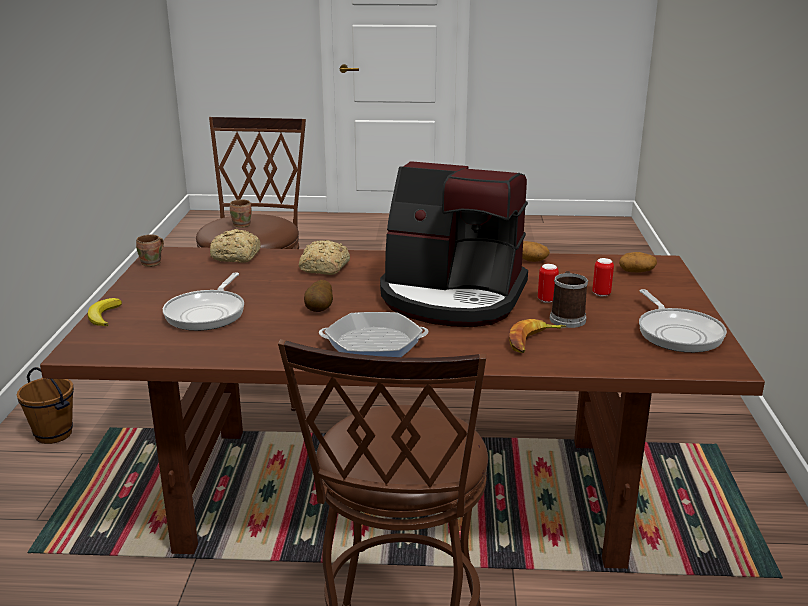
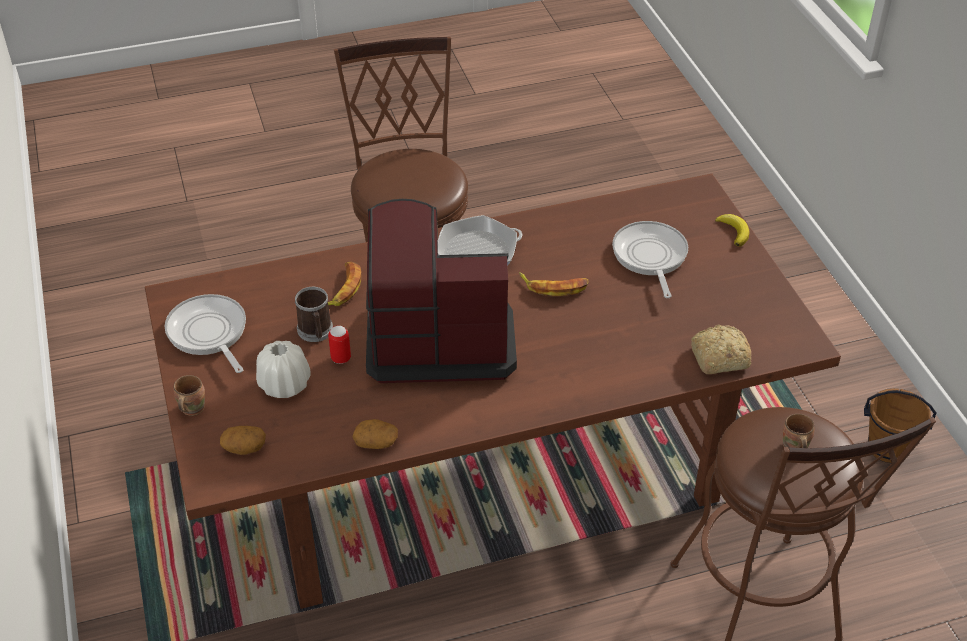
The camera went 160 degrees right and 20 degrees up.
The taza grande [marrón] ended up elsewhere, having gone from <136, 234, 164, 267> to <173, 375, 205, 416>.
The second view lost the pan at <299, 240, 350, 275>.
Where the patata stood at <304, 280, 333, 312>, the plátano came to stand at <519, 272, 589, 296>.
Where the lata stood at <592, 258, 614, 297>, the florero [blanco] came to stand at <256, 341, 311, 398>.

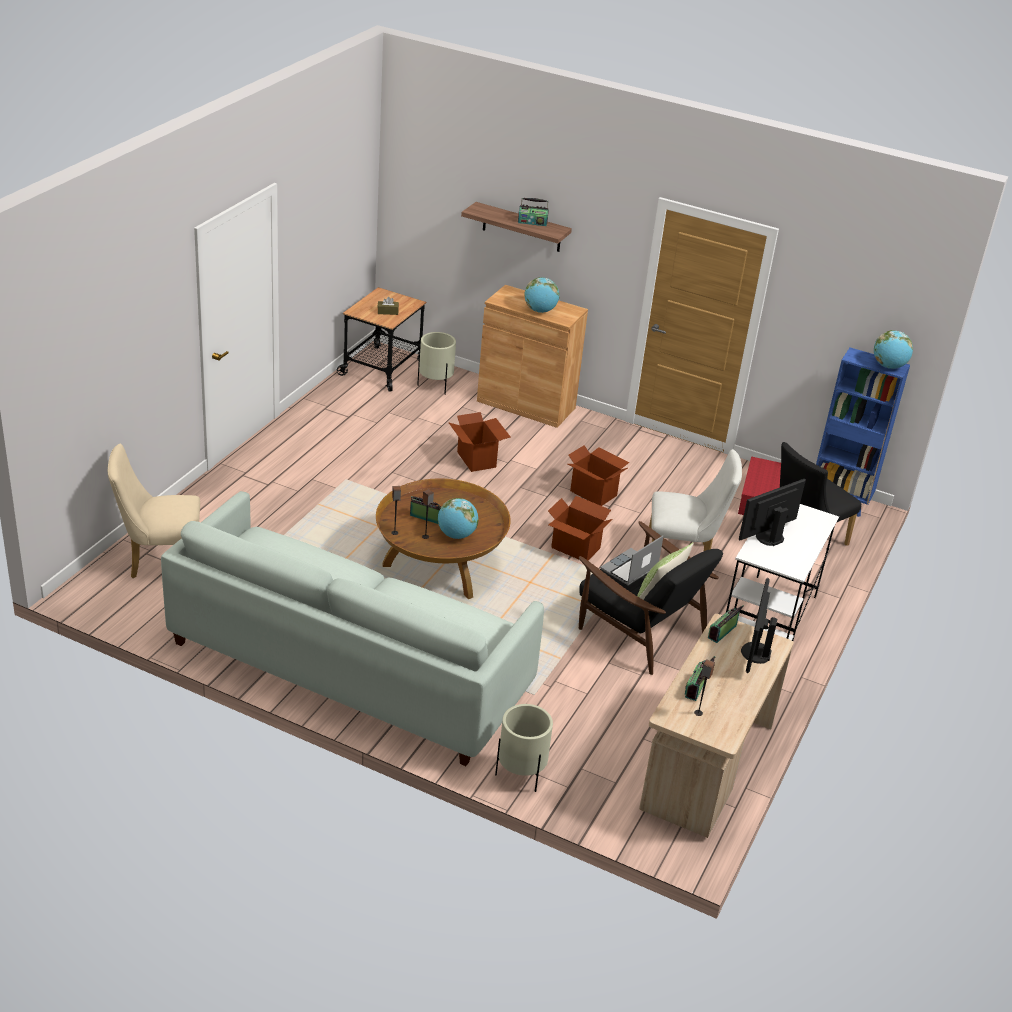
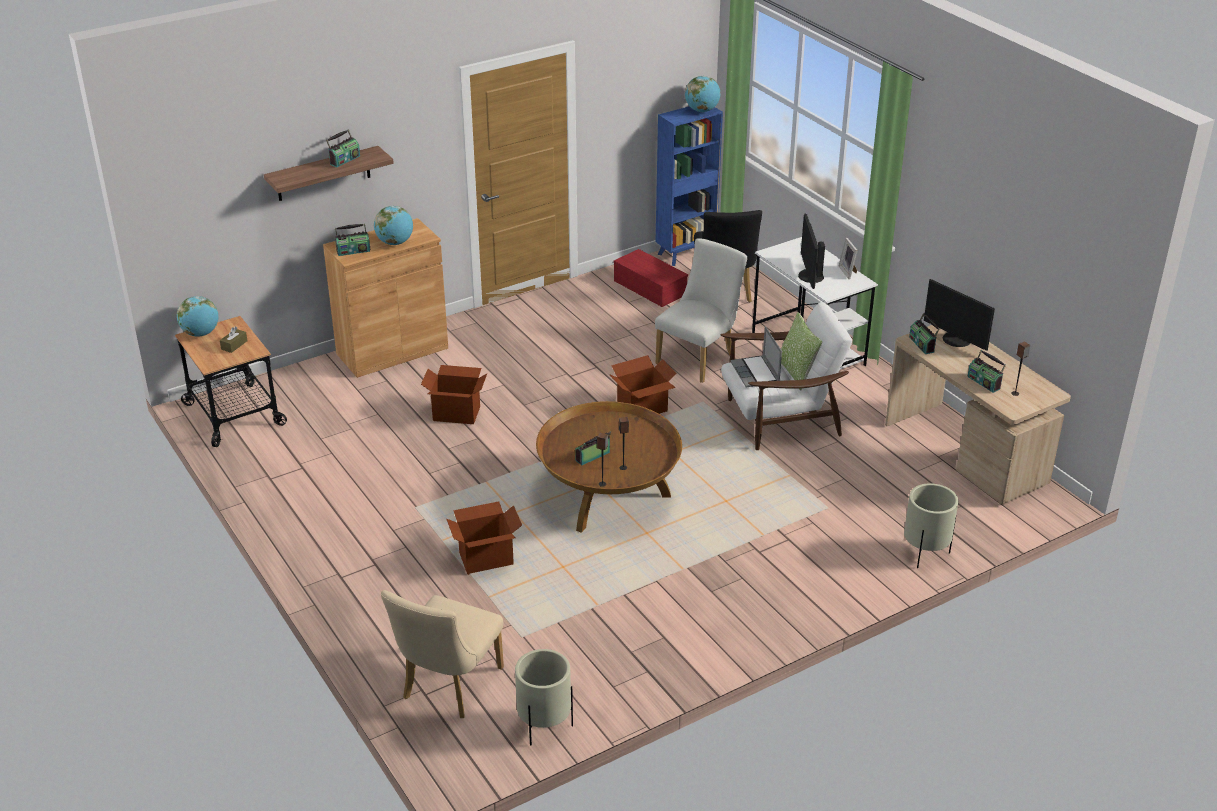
The camera went 55 degrees left and 0 degrees up.
The second view lost the sofá [blanco] at <161, 491, 544, 766>.
The maceta [beis] ended up elsewhere, having gone from <417, 332, 456, 395> to <515, 649, 573, 745>.
The globo terráqueo ended up elsewhere, having gone from <438, 498, 479, 539> to <177, 296, 218, 337>.
The caja de cartón ended up elsewhere, having gone from <568, 445, 629, 506> to <447, 501, 522, 575>.
What was the sillón [negro] at <579, 521, 723, 675> turned into the sillón [blanco] at <721, 302, 852, 450>.
The second view gained the radio at <335, 224, 370, 256>.
The second view gained the portarretratos at <838, 238, 858, 279>.

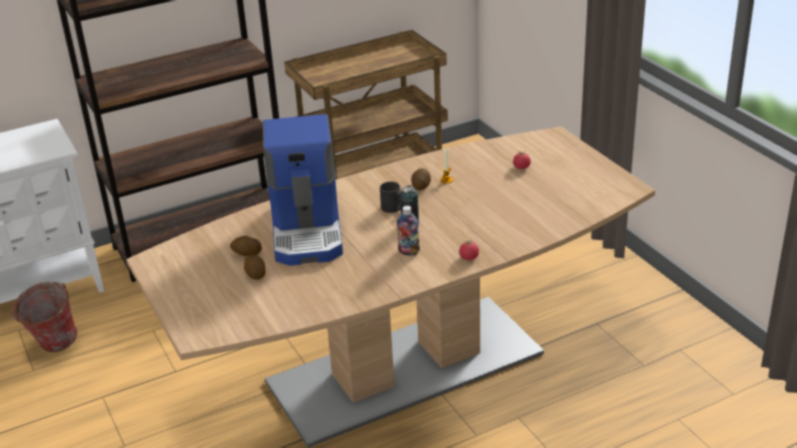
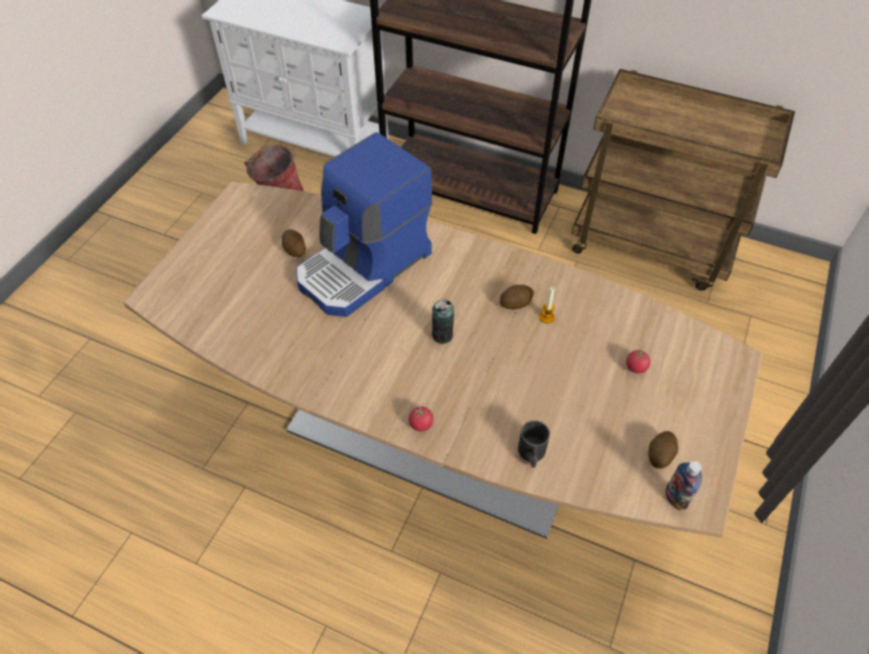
The camera went 50 degrees right and 20 degrees up.
The patata ended up elsewhere, having gone from <244, 255, 266, 280> to <648, 431, 678, 469>.
The taza grande [negro] ended up elsewhere, having gone from <380, 181, 401, 213> to <518, 420, 550, 468>.
The botella ended up elsewhere, having gone from <397, 206, 420, 256> to <666, 461, 702, 511>.

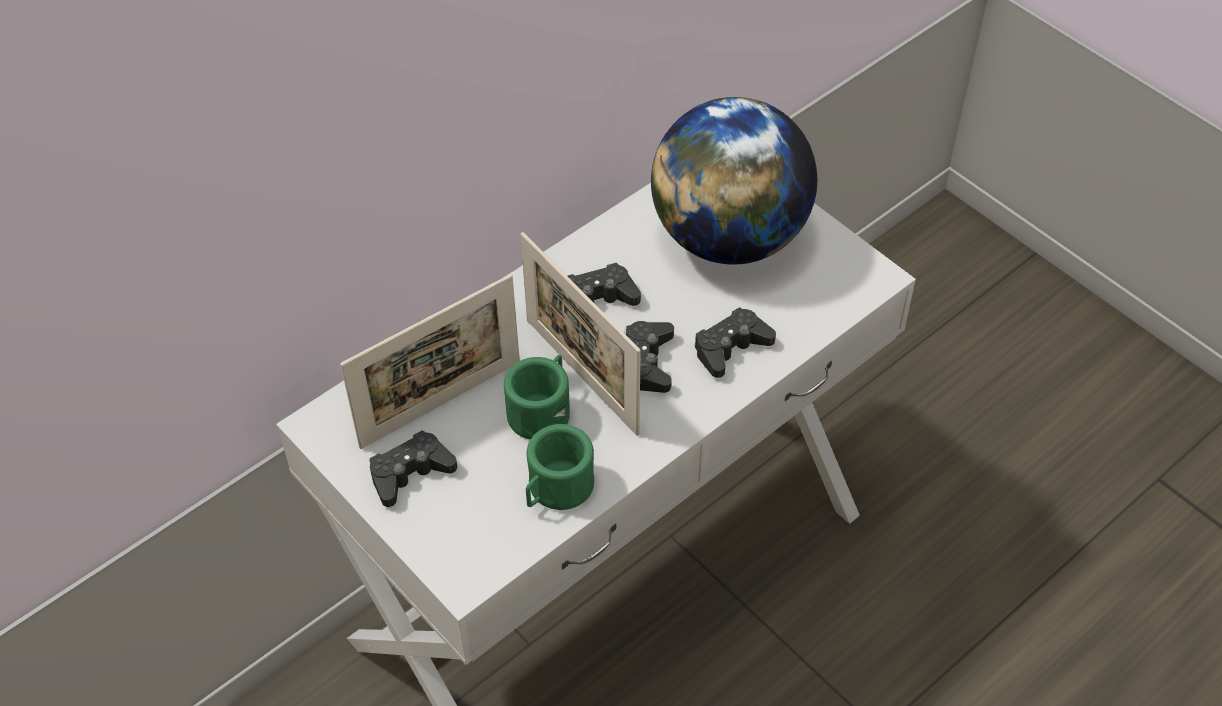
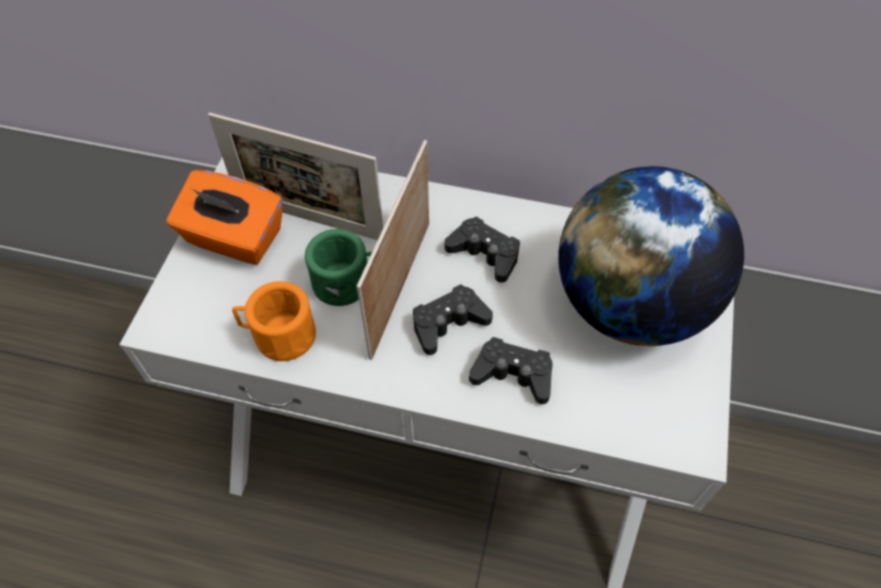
The camera went 55 degrees right and 5 degrees up.
Where the mando de consola [negro] stood at <370, 430, 457, 507>, the caja de pañuelos [naranja] came to stand at <166, 170, 283, 265>.
What was the taza grande [verde] at <526, 424, 594, 510> turned into the taza grande [naranja] at <232, 281, 316, 361>.

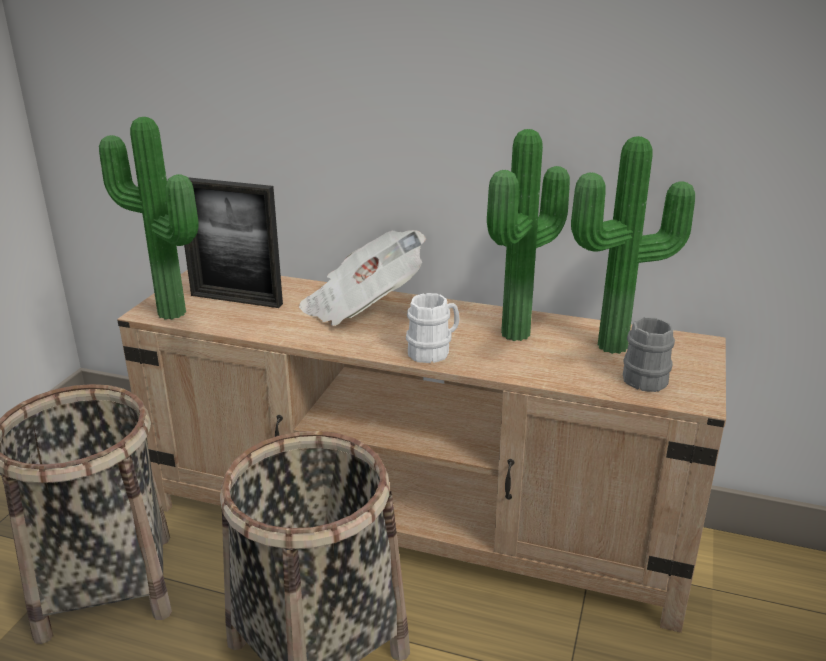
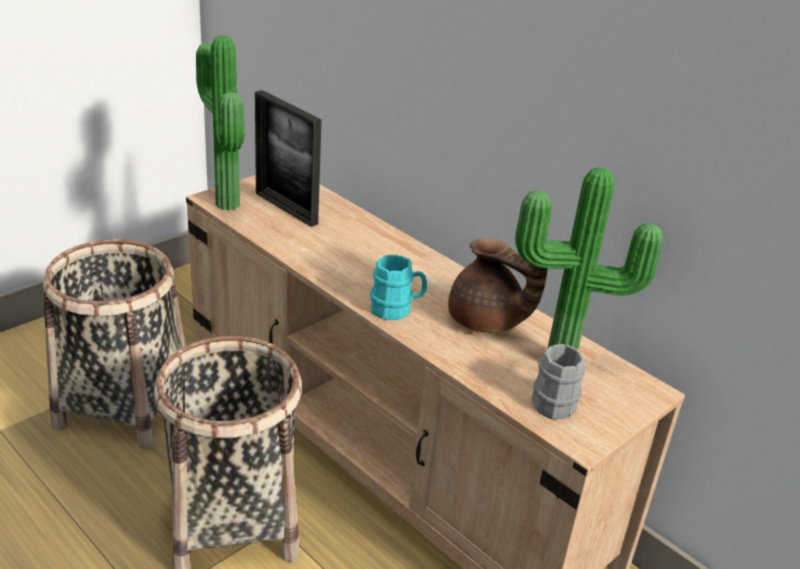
The camera went 25 degrees right and 5 degrees up.
The second view lost the periódico at <299, 230, 426, 326>.
What was the taza grande [blanco] at <406, 293, 459, 363> turned into the taza grande [turquesa] at <370, 255, 427, 320>.
Where the planta en maceta stood at <487, 129, 570, 341>, the tetera [marrón] came to stand at <448, 238, 548, 333>.

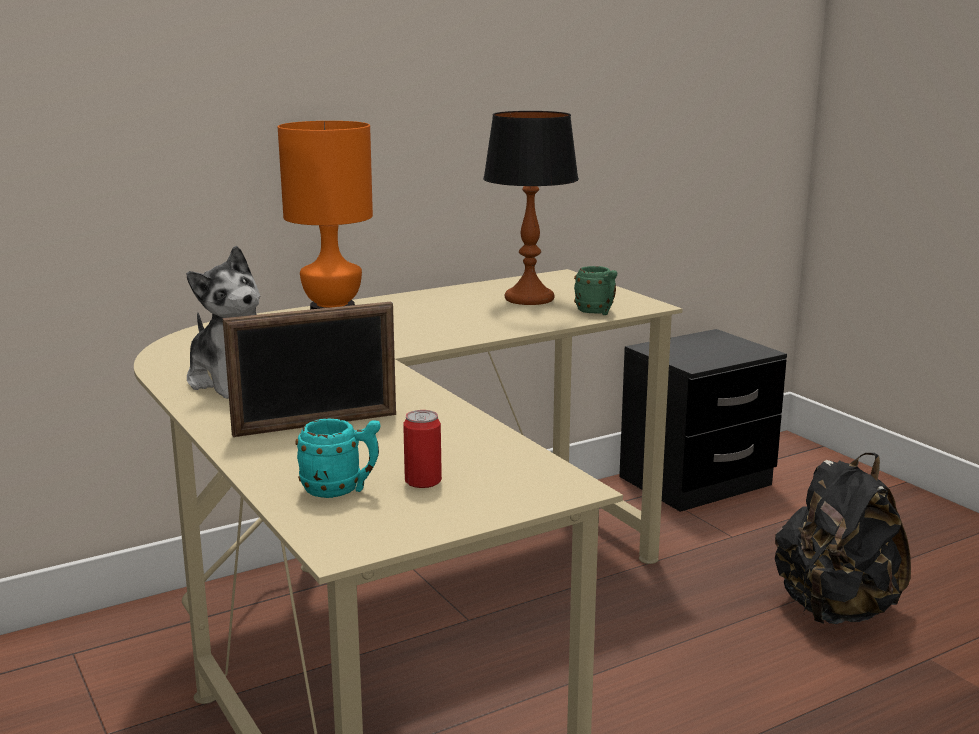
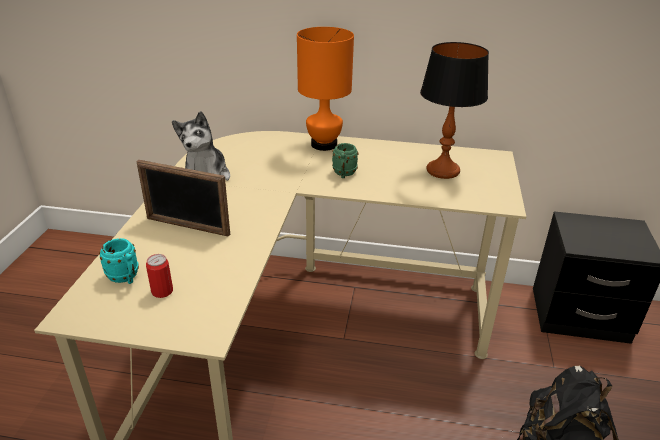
The camera went 40 degrees right and 15 degrees up.
The taza grande [verde] ended up elsewhere, having gone from <574, 266, 617, 315> to <332, 143, 359, 178>.

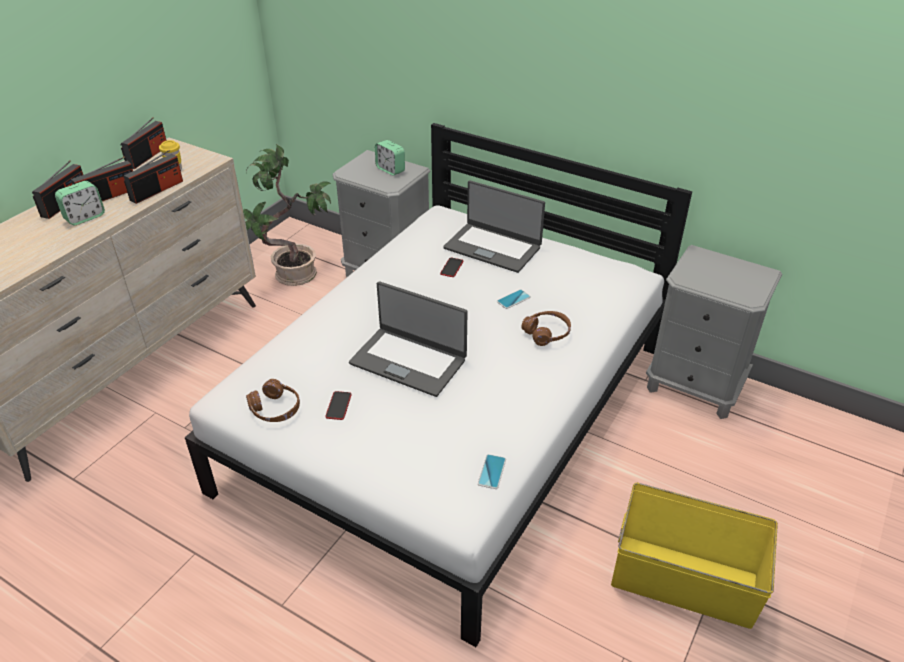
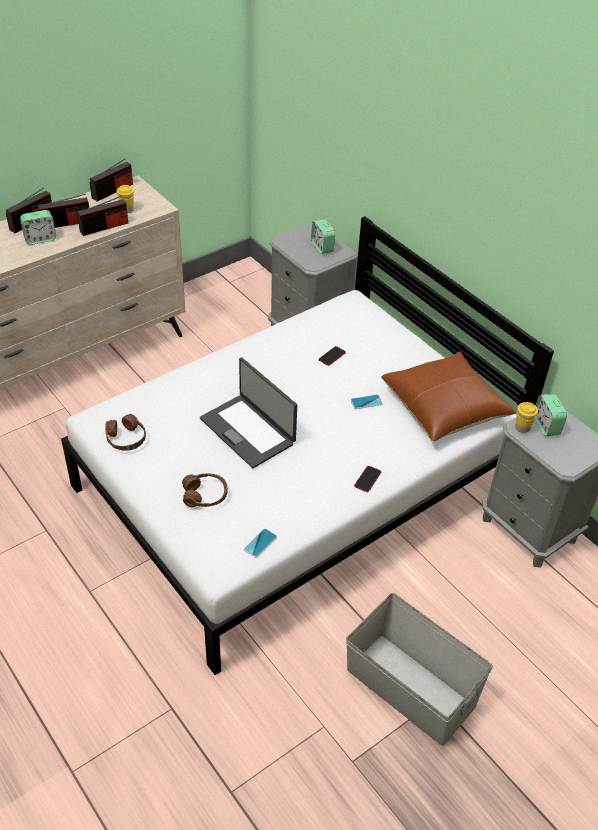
The camera went 20 degrees right and 5 degrees up.
The second view lost the planta en maceta at <243, 144, 331, 286>.
The móvil ended up elsewhere, having gone from <325, 391, 352, 420> to <354, 466, 381, 492>.
The second view lost the portátil at <443, 181, 545, 273>.
The auriculares [marrón] ended up elsewhere, having gone from <521, 311, 571, 346> to <182, 473, 227, 507>.
What was the caja de almacenaje [amarillo] at <611, 483, 778, 629> turned into the caja de almacenaje [gris] at <346, 593, 493, 746>.
The second view gained the cojín [marrón] at <381, 351, 516, 442>.
The second view gained the taza [amarillo] at <515, 402, 538, 433>.
The second view gained the despertador at <535, 394, 567, 436>.

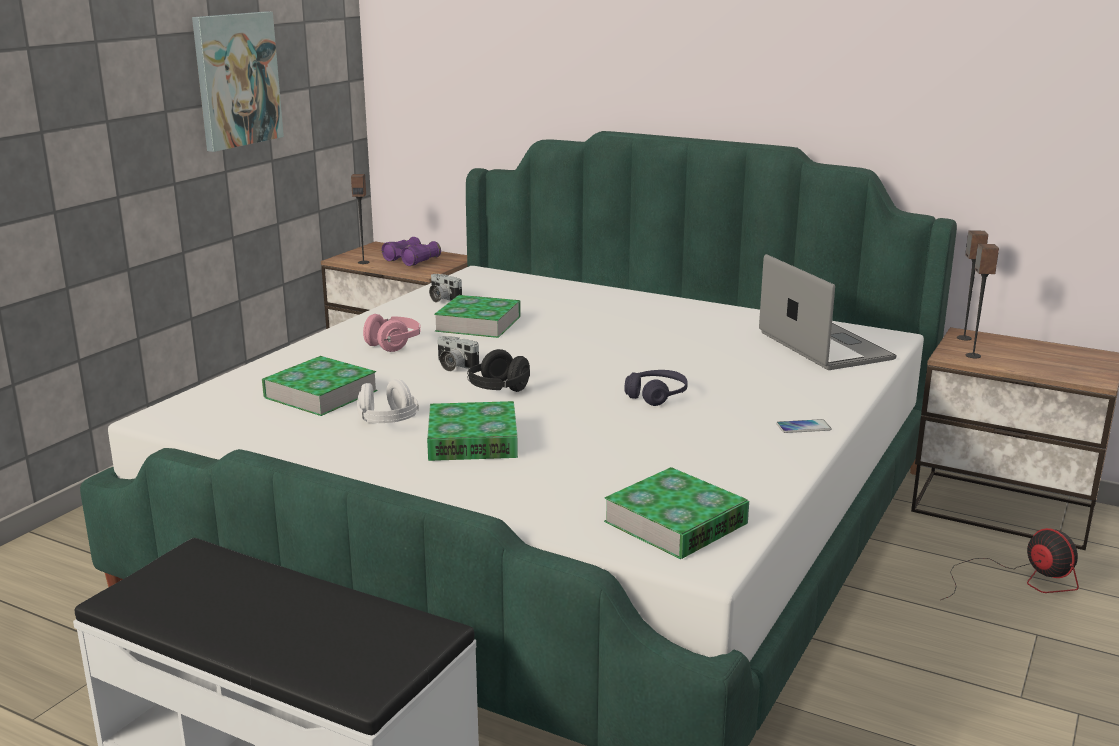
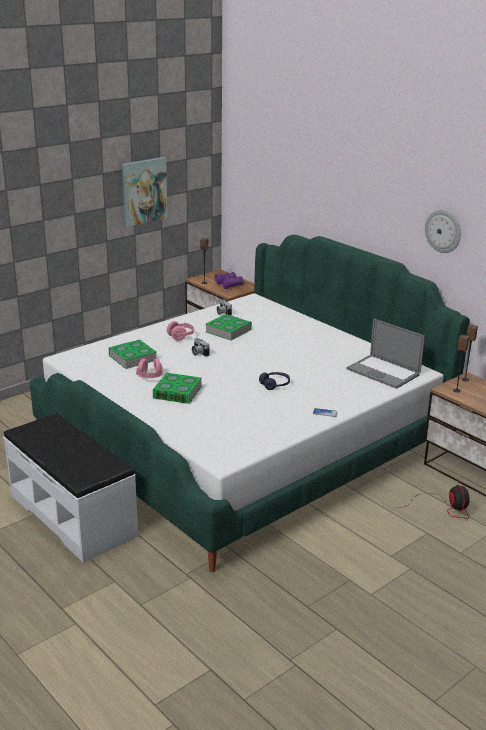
The camera went 20 degrees right and 5 degrees up.
What was the auriculares [blanco] at <357, 379, 419, 423> turned into the auriculares [rosa] at <136, 358, 163, 378>.
The second view lost the auriculares [negro] at <467, 349, 530, 392>.
The second view lost the libro at <604, 467, 749, 559>.
The portátil at <759, 254, 897, 370> ended up facing another way, 135 degrees clockwise from before.
The second view gained the reloj de pared at <425, 210, 461, 253>.

